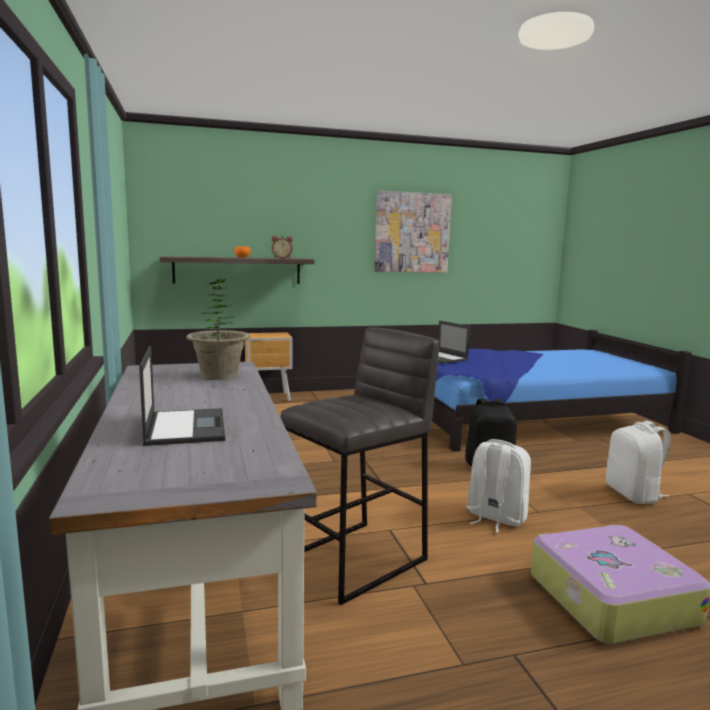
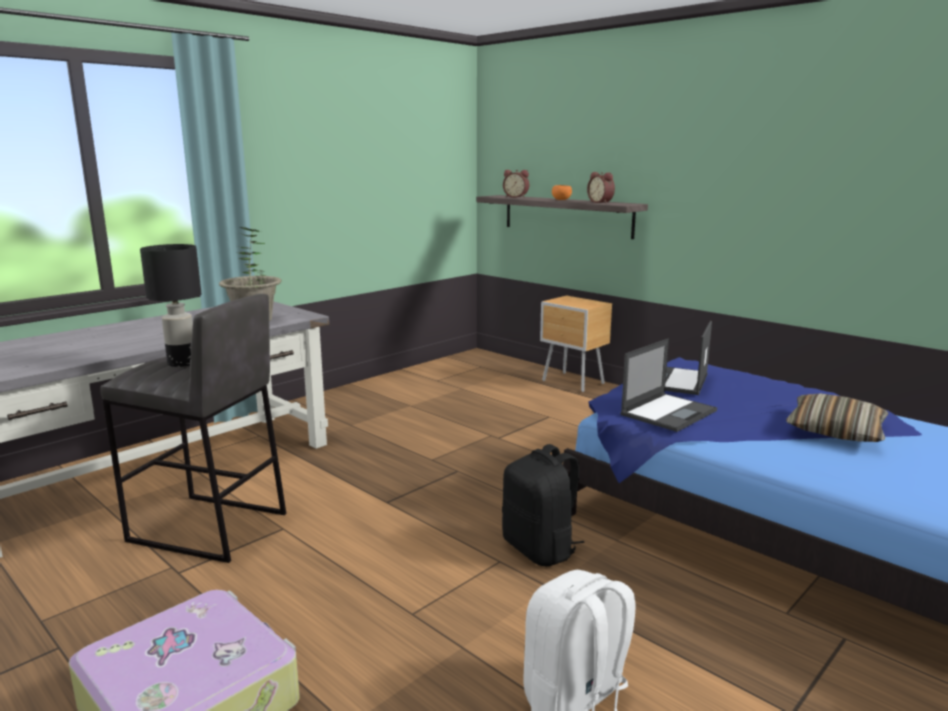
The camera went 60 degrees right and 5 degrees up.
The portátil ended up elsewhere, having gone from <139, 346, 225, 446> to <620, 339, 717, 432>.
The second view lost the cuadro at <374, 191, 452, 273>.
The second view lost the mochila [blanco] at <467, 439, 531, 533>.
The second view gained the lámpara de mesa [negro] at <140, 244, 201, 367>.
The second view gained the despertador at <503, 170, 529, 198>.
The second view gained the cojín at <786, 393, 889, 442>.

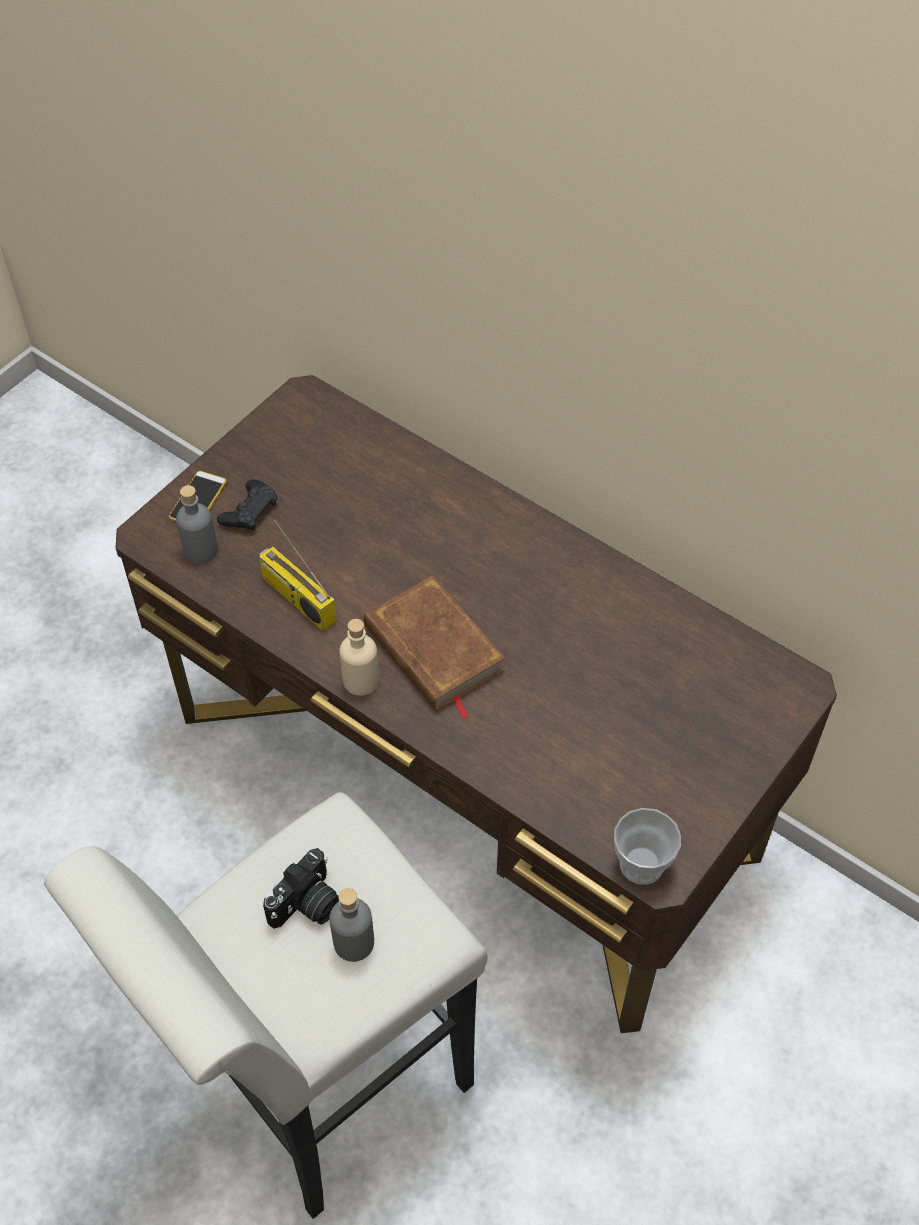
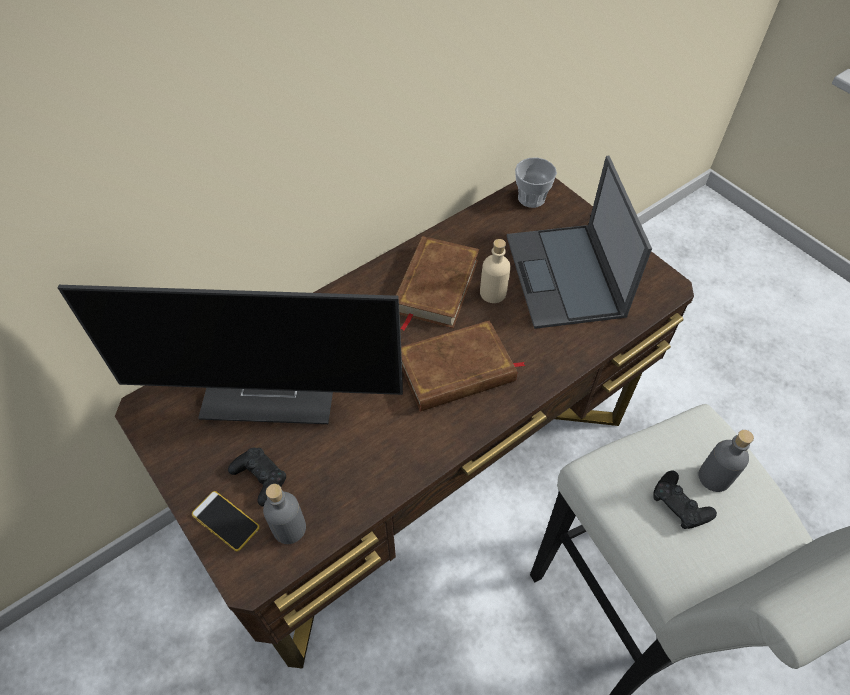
The camera went 75 degrees left and 0 degrees up.
The second view lost the radio at <259, 520, 337, 631>.
Where the cámara stood at <263, 848, 339, 929>, the mando de consola [negro] came to stand at <653, 470, 717, 529>.
The botella [beis] ended up elsewhere, having gone from <339, 619, 379, 696> to <480, 239, 511, 303>.
The taza ended up elsewhere, having gone from <614, 808, 681, 885> to <515, 158, 557, 208>.
The second view gained the monitor at <58, 285, 403, 424>.
The second view gained the libro [marrón] at <395, 236, 479, 331>.
The second view gained the portátil at <507, 156, 652, 329>.

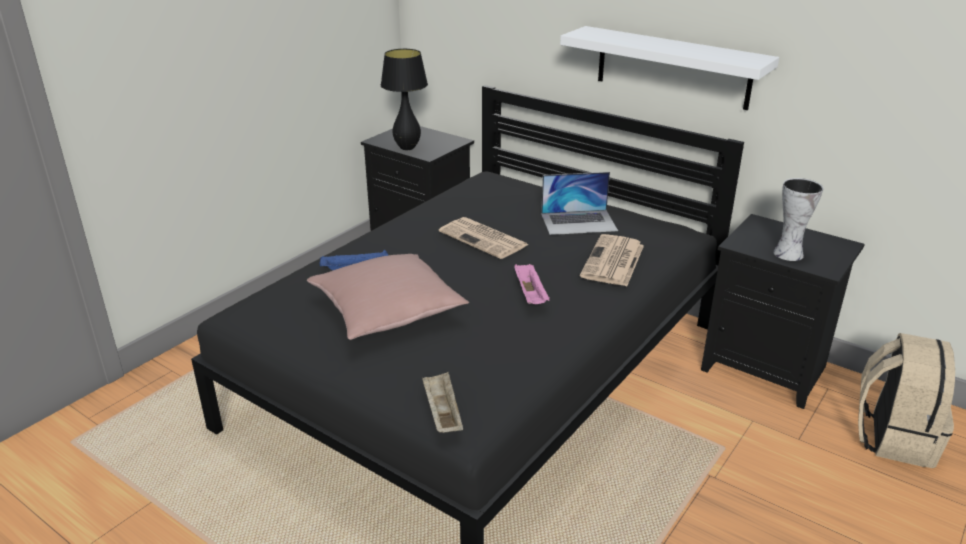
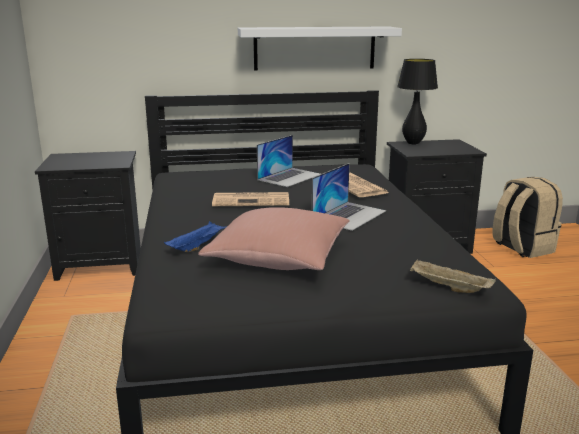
The camera went 45 degrees left and 10 degrees down.
The lámpara de mesa [negro] ended up elsewhere, having gone from <381, 49, 428, 150> to <397, 59, 438, 144>.
Where the bandeja [rosa] stood at <514, 264, 550, 304>, the portátil came to stand at <312, 163, 386, 231>.
The second view lost the florero at <773, 178, 823, 261>.

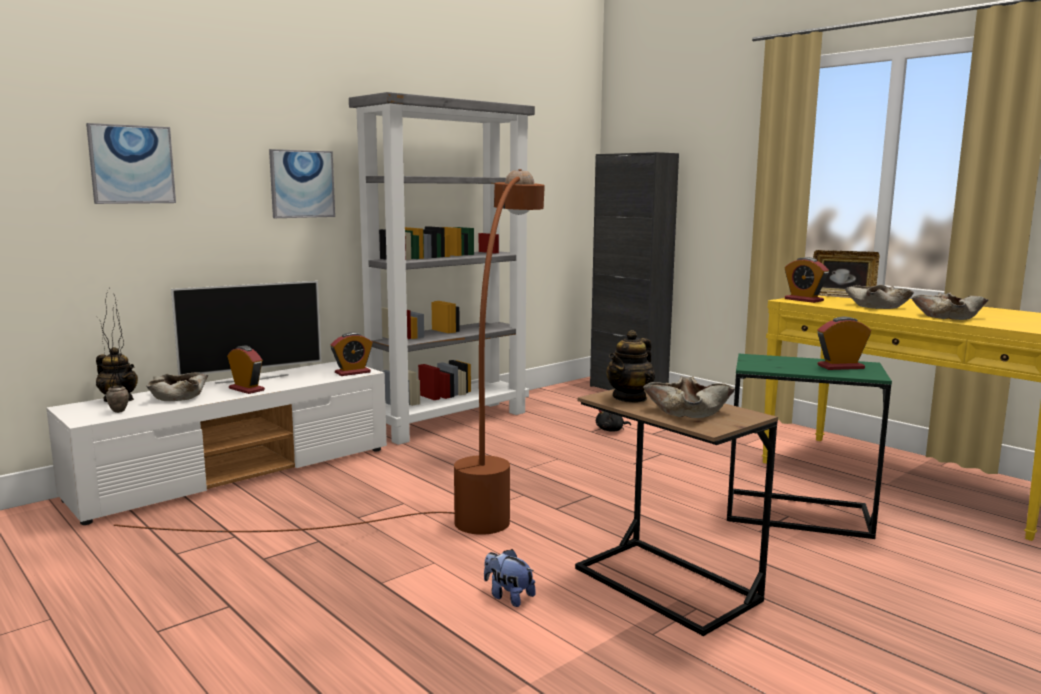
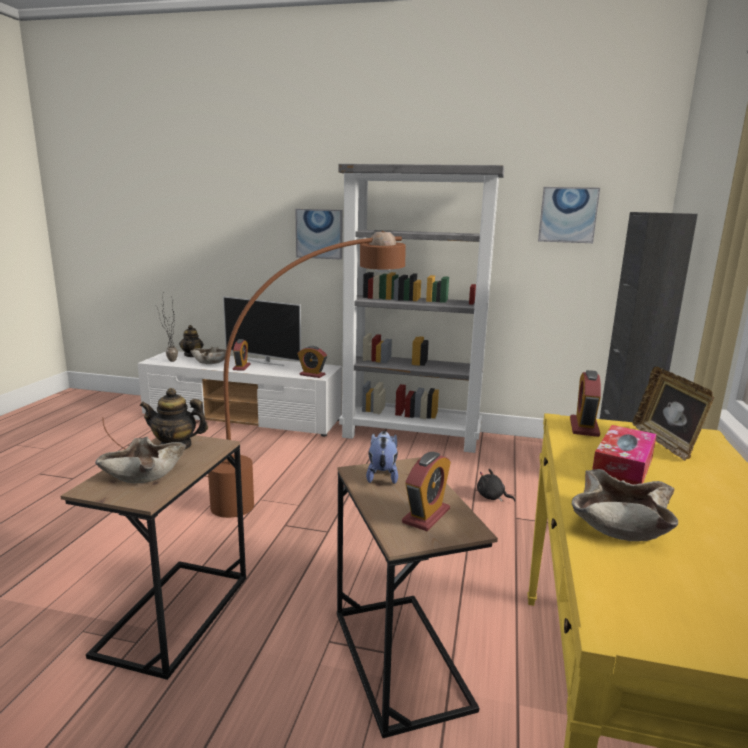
The camera went 55 degrees right and 5 degrees up.
The cuadro ended up elsewhere, having gone from <86, 123, 176, 204> to <538, 187, 600, 243>.
The peluche ended up elsewhere, having gone from <484, 549, 536, 607> to <366, 431, 398, 484>.
What was the mesa auxiliar [verde] at <727, 354, 892, 539> turned into the mesa auxiliar [marrón] at <337, 457, 498, 738>.
The despertador at <817, 316, 871, 370> ended up facing another way, 75 degrees clockwise from before.
Where the cuenco [beis] stood at <845, 285, 914, 309>, the caja de pañuelos came to stand at <592, 425, 657, 485>.

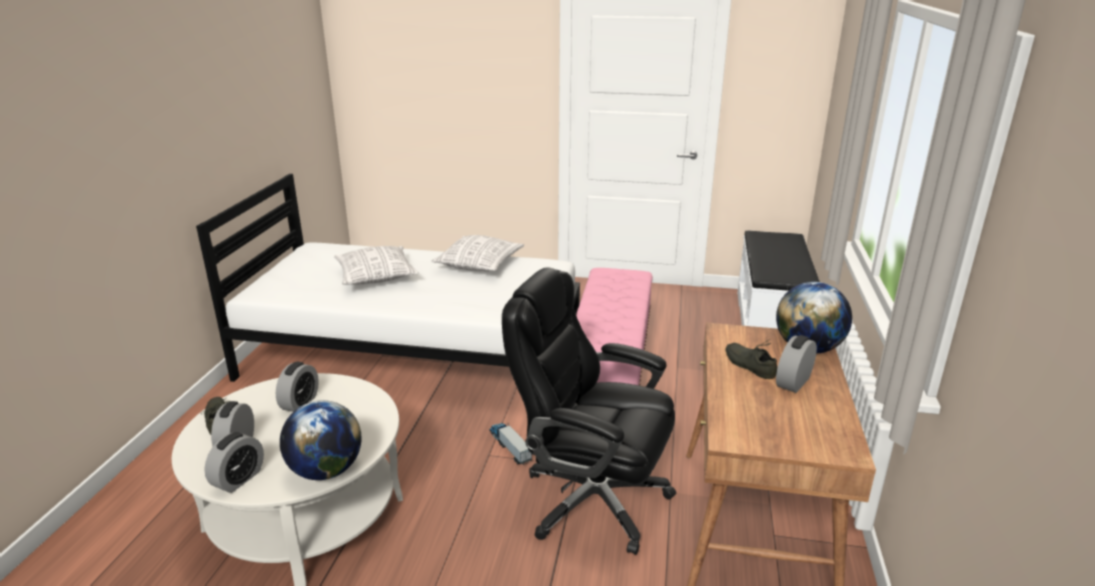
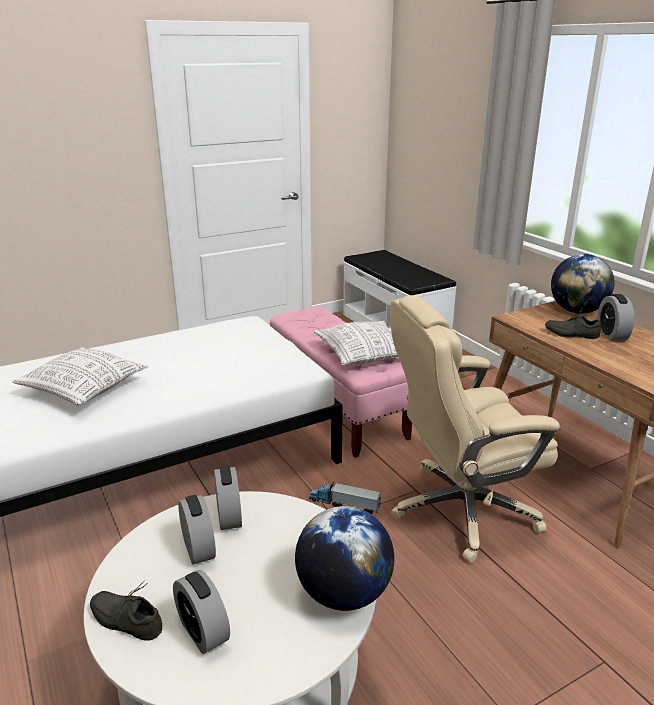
The camera went 40 degrees left and 0 degrees up.
The despertador ended up elsewhere, having gone from <204, 432, 264, 493> to <214, 466, 242, 530>.
The cojín ended up elsewhere, having gone from <431, 235, 524, 271> to <314, 321, 398, 365>.
What was the silla de oficina [negro] at <502, 267, 676, 555> turned into the silla de oficina [beis] at <390, 295, 560, 563>.

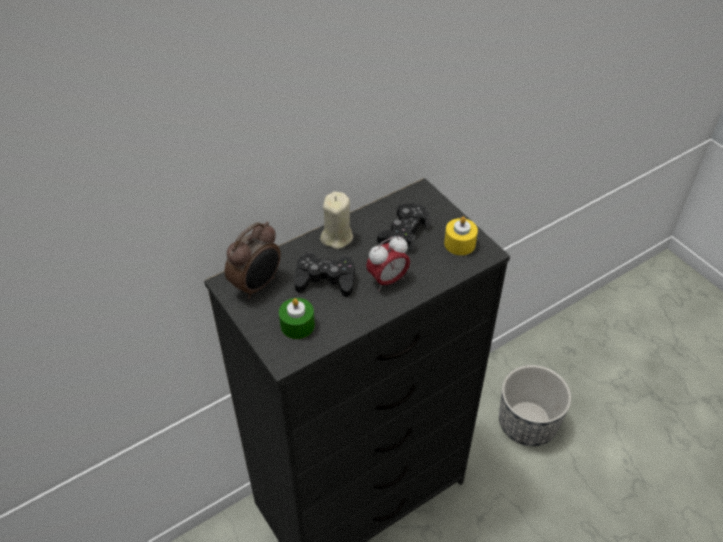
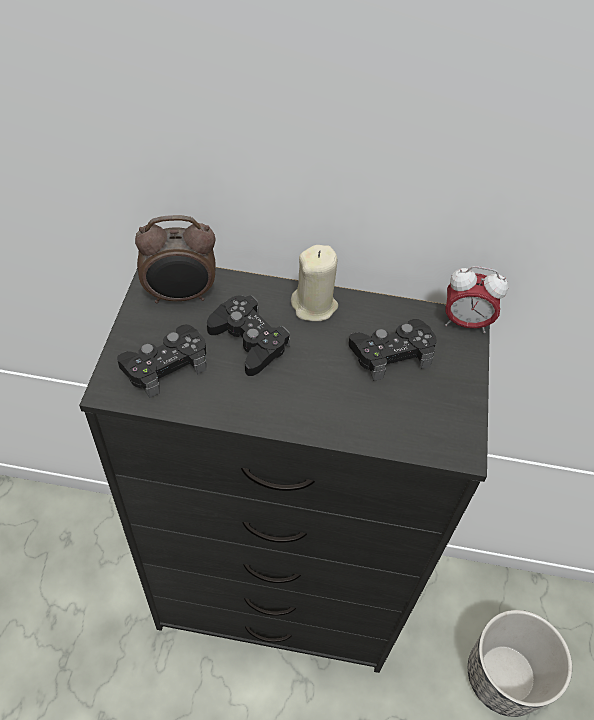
The camera went 40 degrees right and 5 degrees up.
Where the vela [verde] stood at <279, 298, 315, 339>, the mando de consola [negro] came to stand at <117, 324, 206, 398>.
The despertador ended up elsewhere, having gone from <366, 236, 410, 291> to <445, 266, 509, 333>.
The second view lost the vela [amarillo] at <444, 216, 478, 255>.

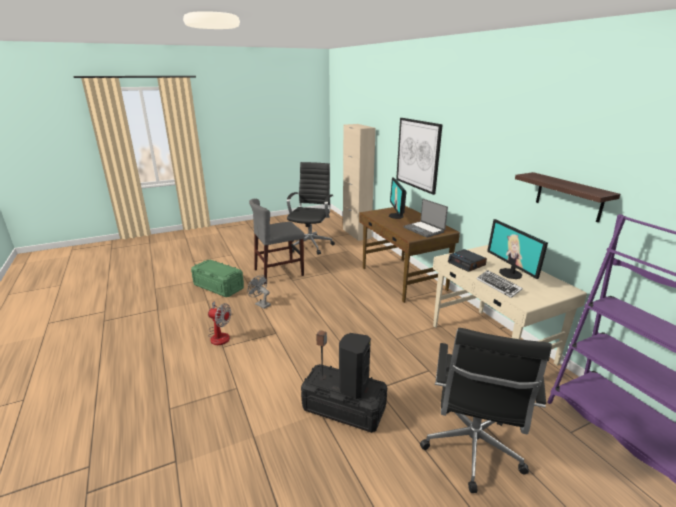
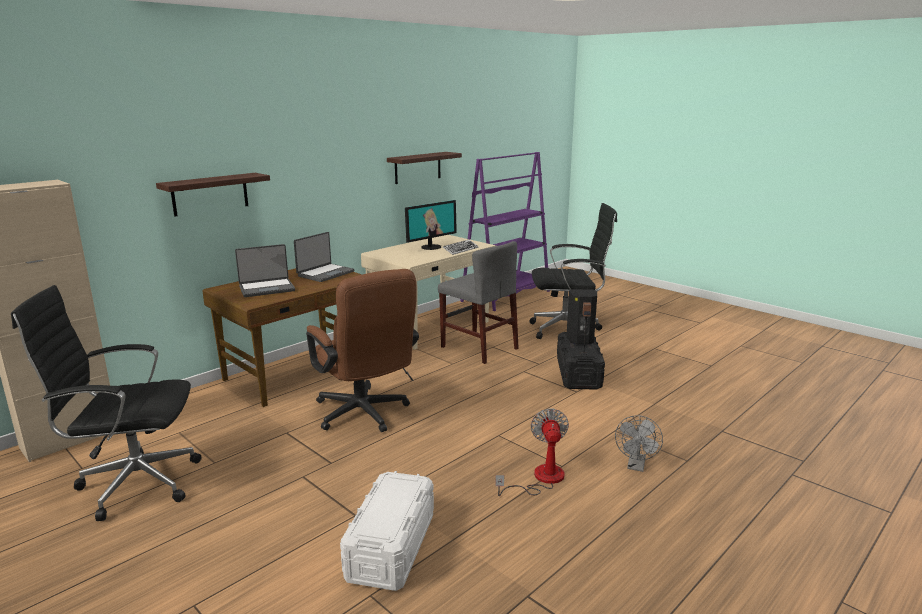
The camera went 110 degrees left and 5 degrees down.
What was the caja de almacenaje [verde] at <191, 260, 244, 297> turned into the caja de almacenaje [blanco] at <340, 471, 434, 591>.
The ventilador [gris] ended up elsewhere, having gone from <248, 275, 271, 309> to <615, 415, 663, 472>.
The silla [gris] ended up elsewhere, having gone from <249, 199, 305, 284> to <438, 241, 519, 364>.
Where the monitor stood at <389, 177, 407, 219>, the portátil came to stand at <235, 244, 295, 297>.
Where the cuadro hung at <396, 118, 443, 195>, the estante came to hang at <156, 173, 270, 217>.
The second view lost the despertador at <448, 249, 487, 272>.
The second view gained the silla de oficina [marrón] at <306, 269, 419, 432>.

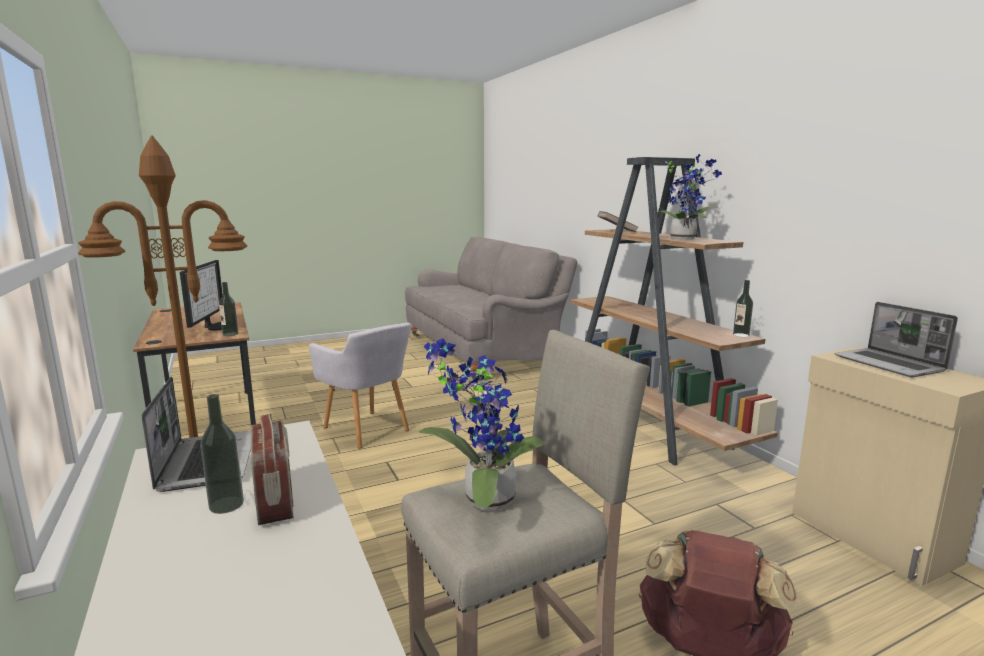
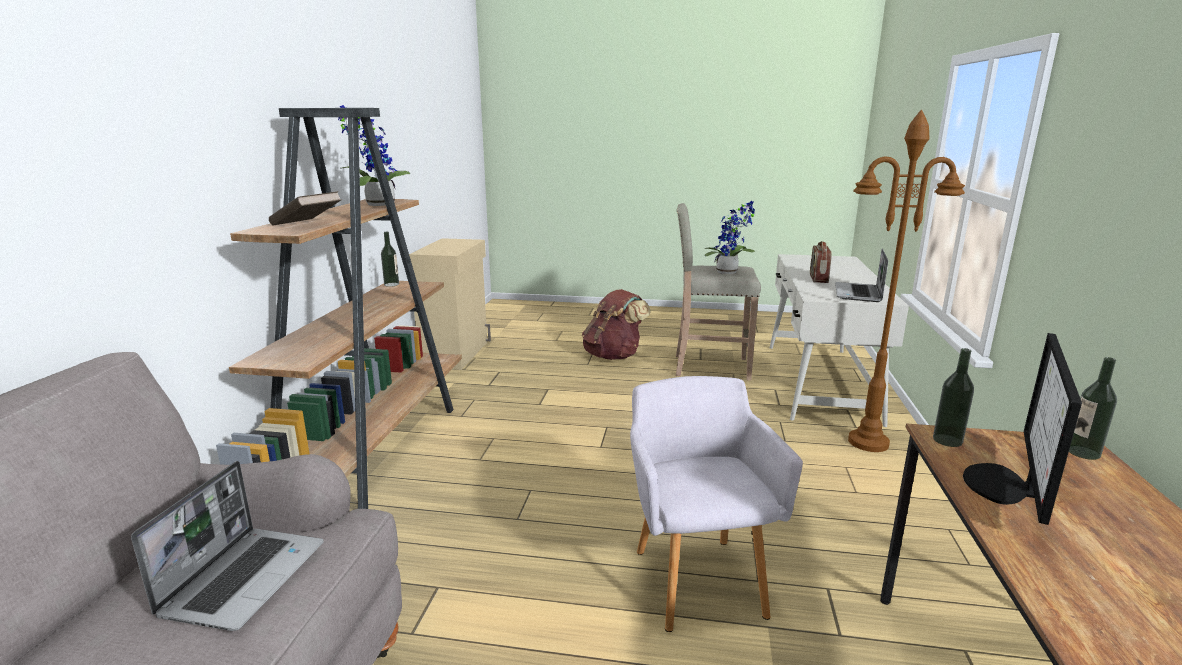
The camera went 145 degrees left and 5 degrees up.
The botella ended up elsewhere, having gone from <200, 394, 244, 514> to <1069, 357, 1117, 460>.
The portátil ended up elsewhere, having gone from <835, 302, 958, 377> to <131, 461, 324, 631>.

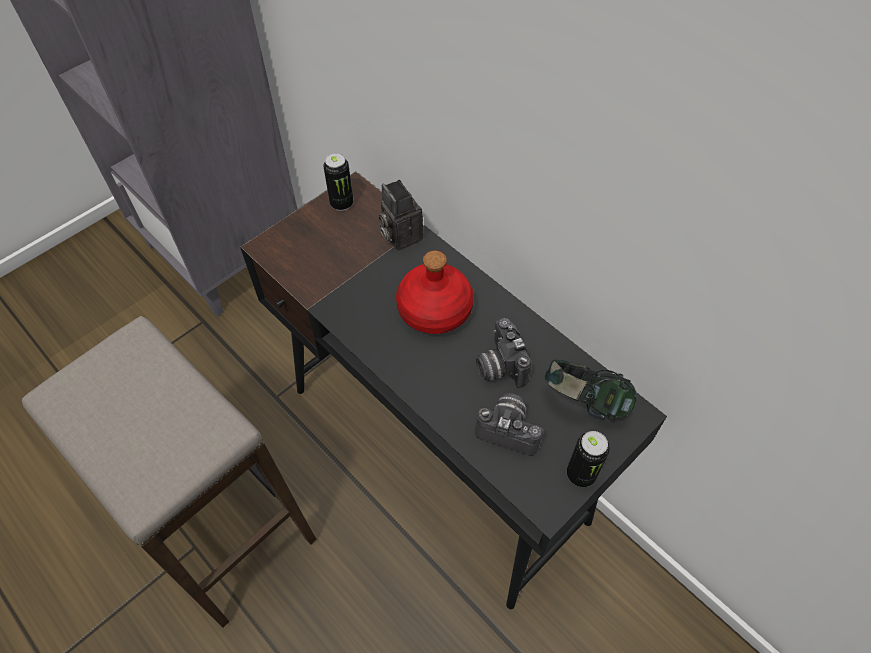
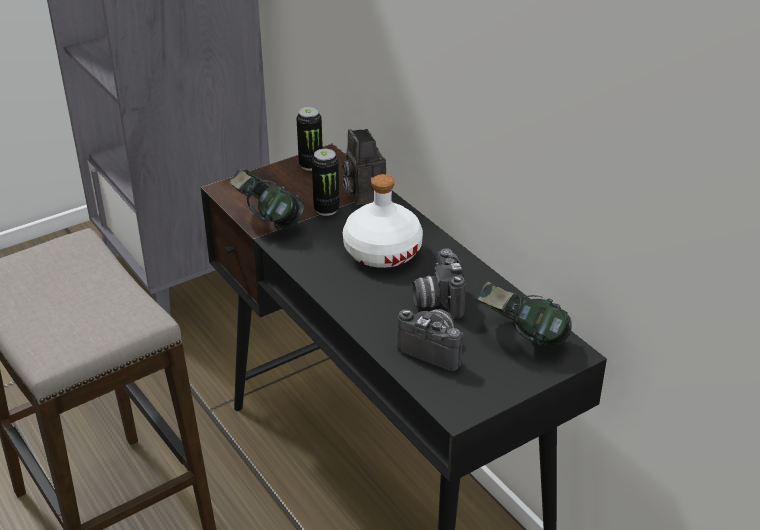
The camera went 10 degrees right and 20 degrees down.
What was the botella [rojo] at <396, 250, 474, 334> turned into the botella [blanco] at <343, 174, 423, 268>.
The lata ended up elsewhere, having gone from <567, 431, 610, 487> to <312, 149, 340, 216>.
The second view gained the auriculares at <230, 168, 304, 229>.

